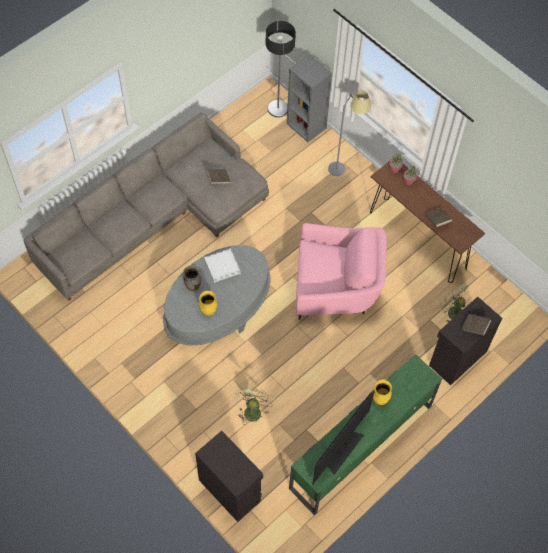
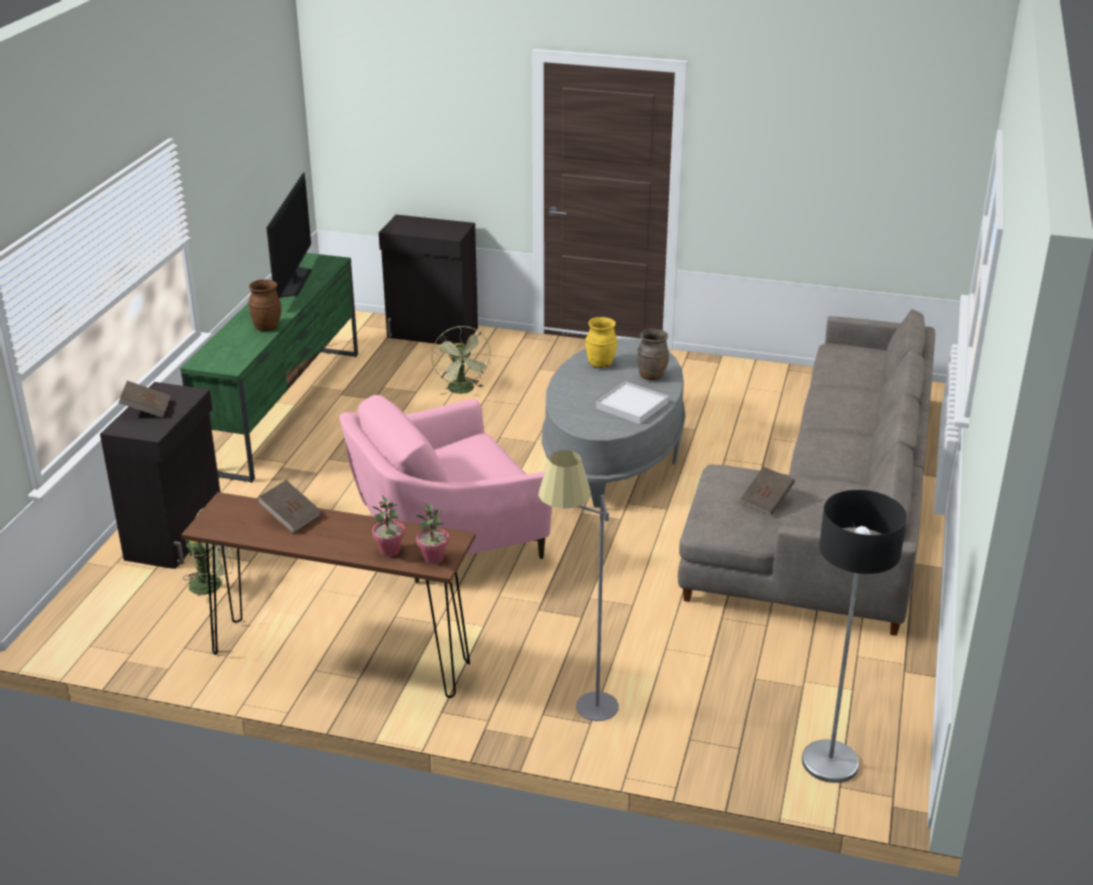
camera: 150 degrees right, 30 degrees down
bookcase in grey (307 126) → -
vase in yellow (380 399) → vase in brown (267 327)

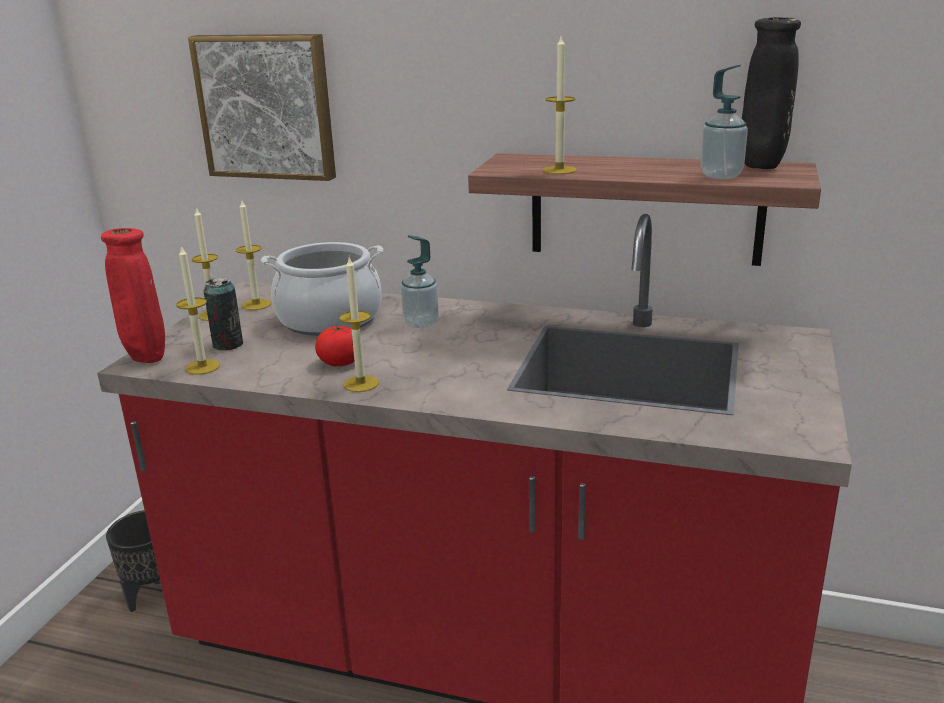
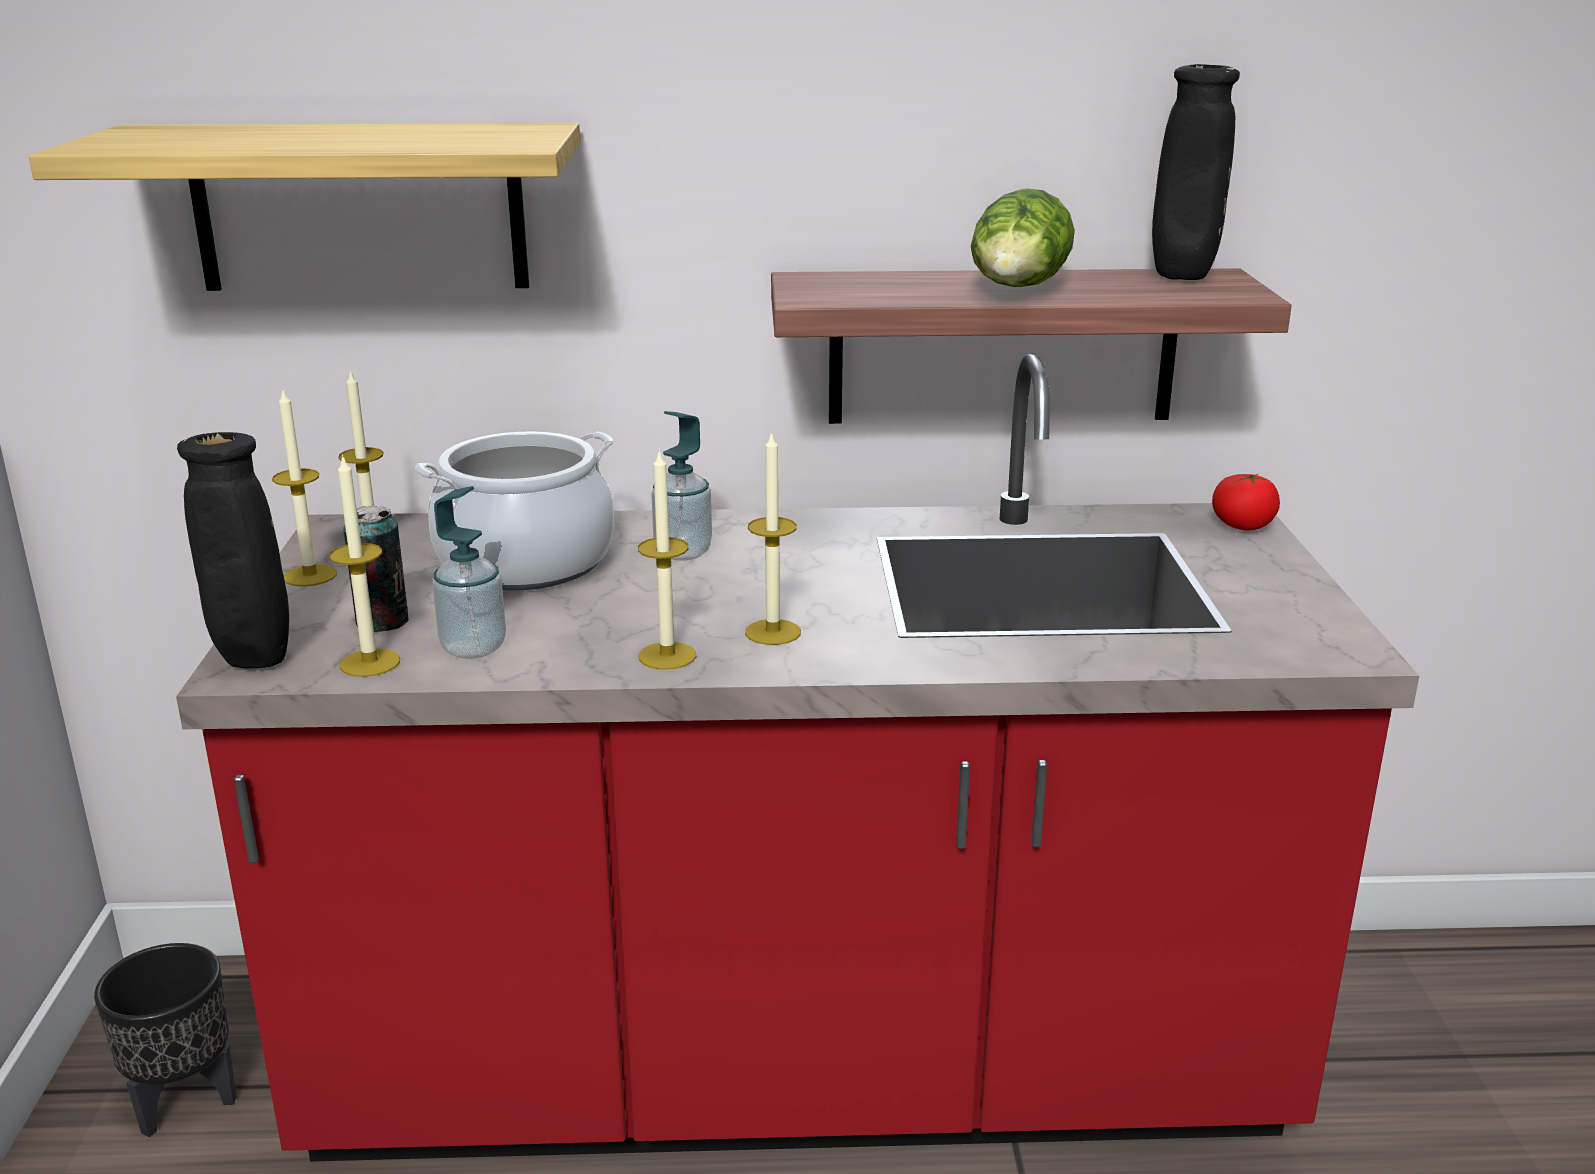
camera: 20 degrees left, 0 degrees up
- → lettuce (1018 291)
tomato (340 362) → tomato (1242 526), moved
candle (559 170) → candle (773 632), moved
soap dispenser (721 175) → soap dispenser (473 648), moved
picture (267 106) → shelf (359 207)
vase in red (147 360) → vase in black (254 664)

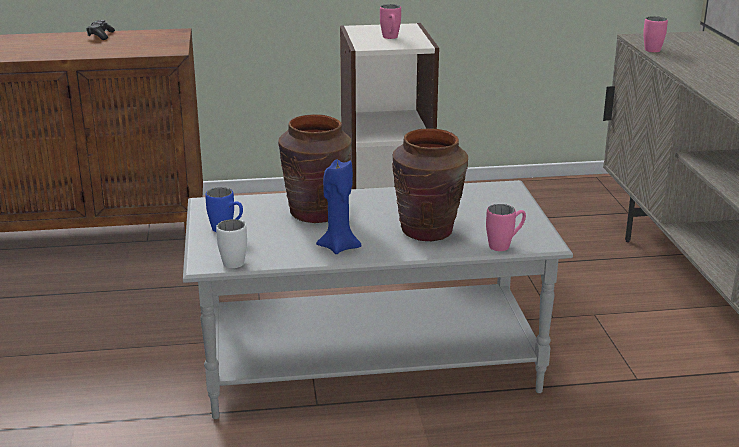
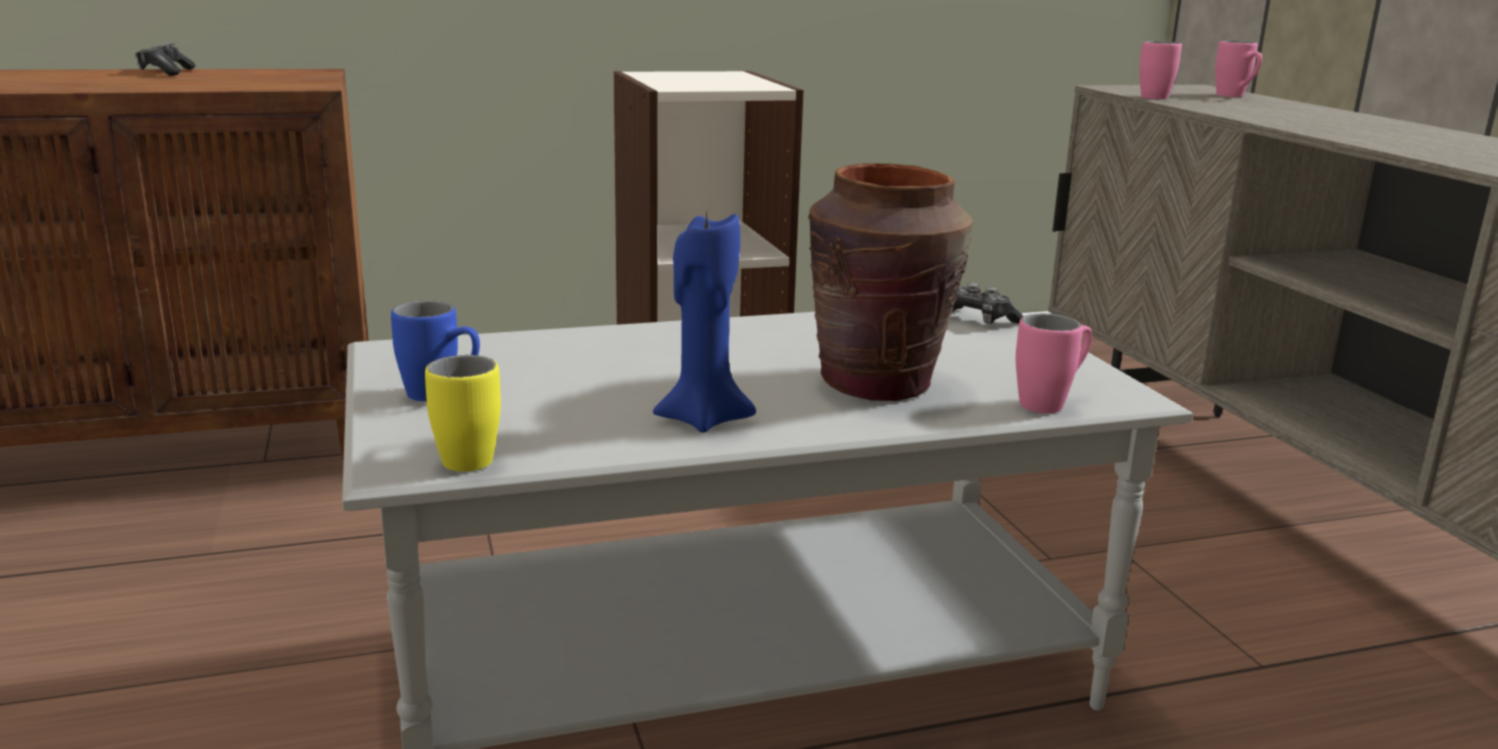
camera: 10 degrees left, 5 degrees down
vase in brown (316 213) → -
- → game controller (976 319)
mug in pink (391 38) → mug in pink (1235 96), moved
mug in white (236 260) → mug in yellow (473 454)

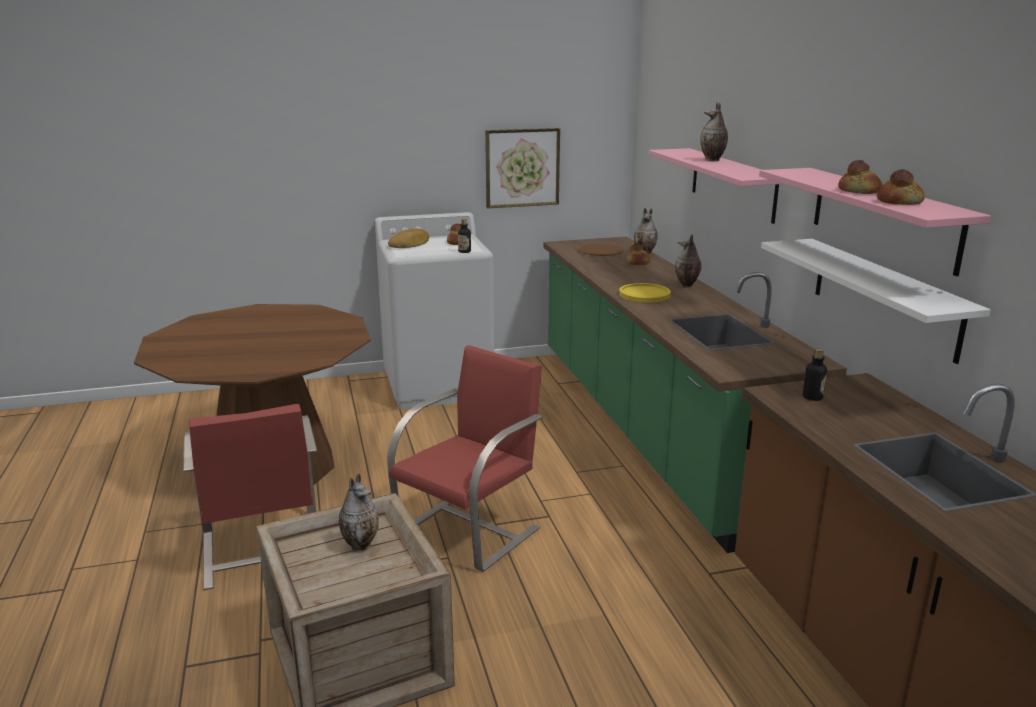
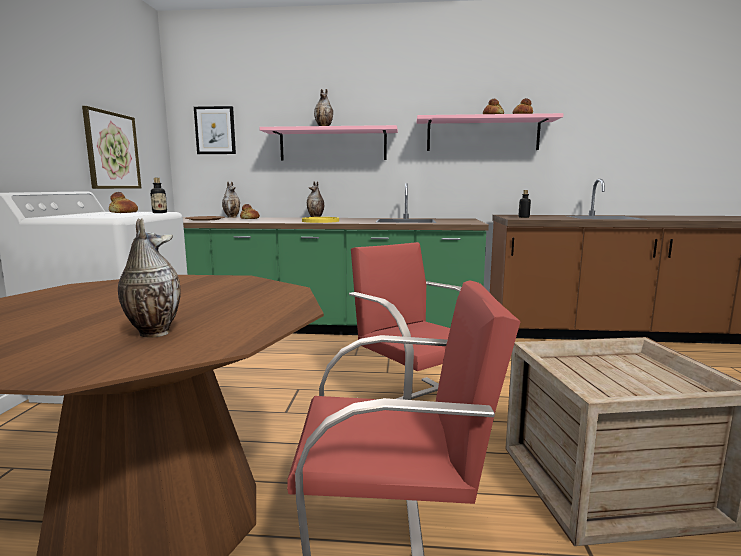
camera: 70 degrees left, 10 degrees down
bread (410 244) → -
shelf in white (884 297) → -
- → picture (215 130)
vase (361 545) → vase (152 332), moved

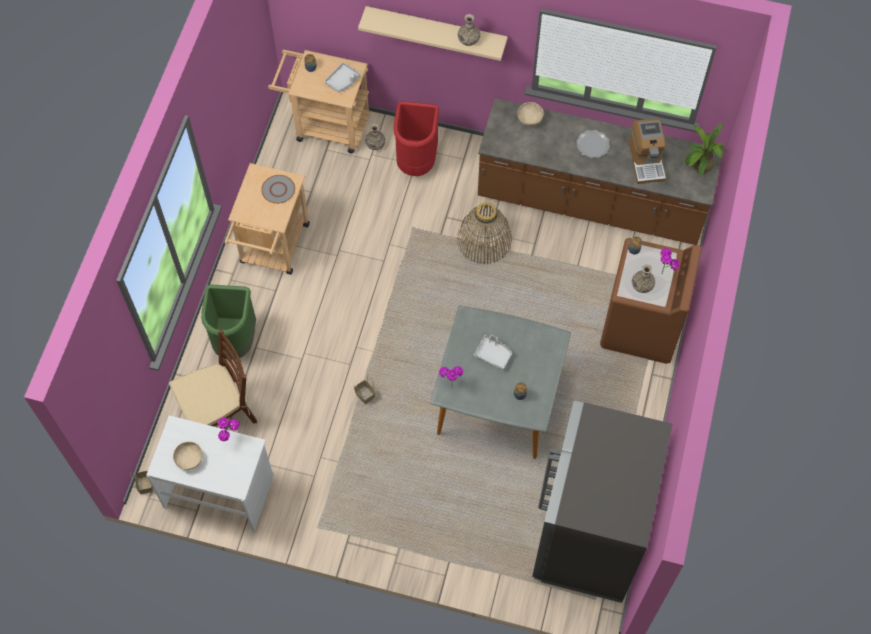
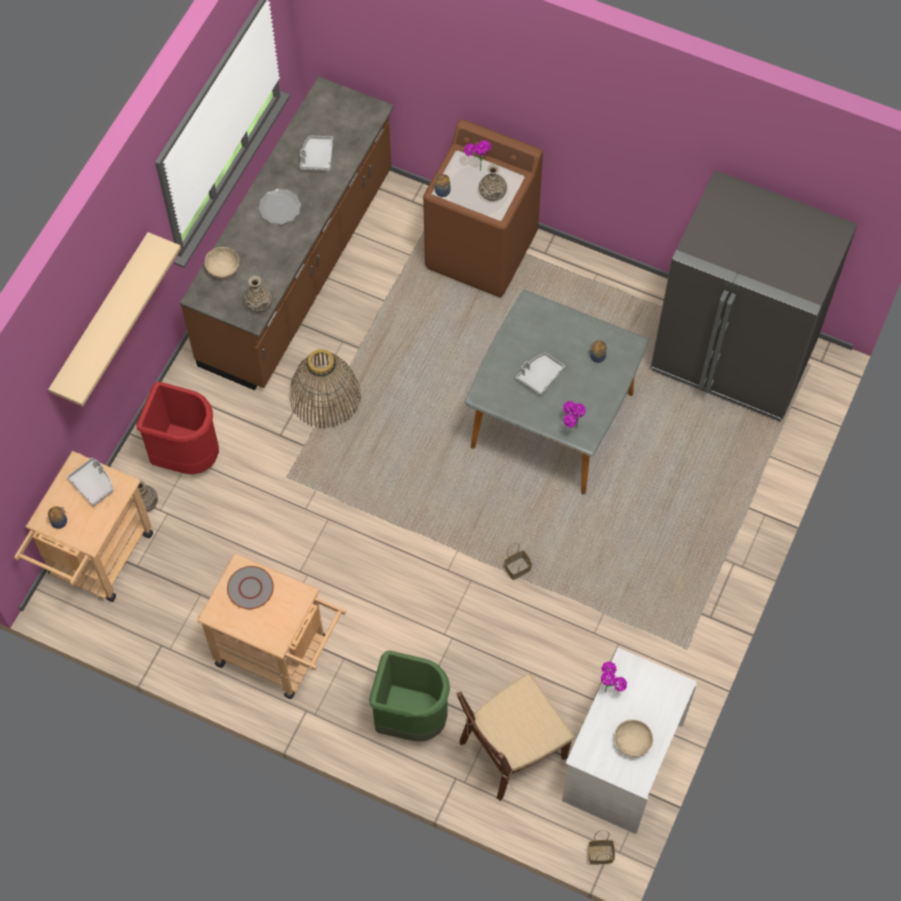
camera: 80 degrees left, 0 degrees up
potted plant (699 167) → -
vase (468 39) → vase (258 304), moved
coffee machine (646 161) → tray in grey (316 157)
chair in brown (219 412) → chair in brown (511 750), 105 degrees counterclockwise

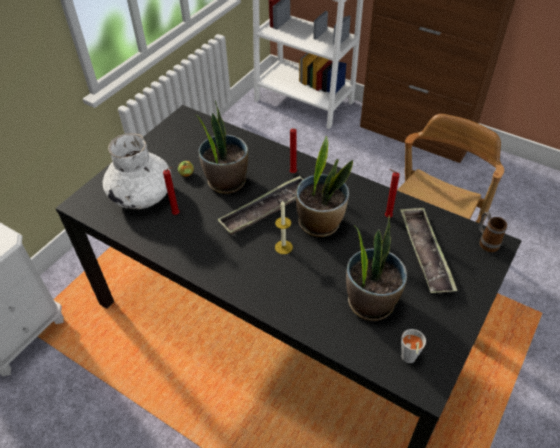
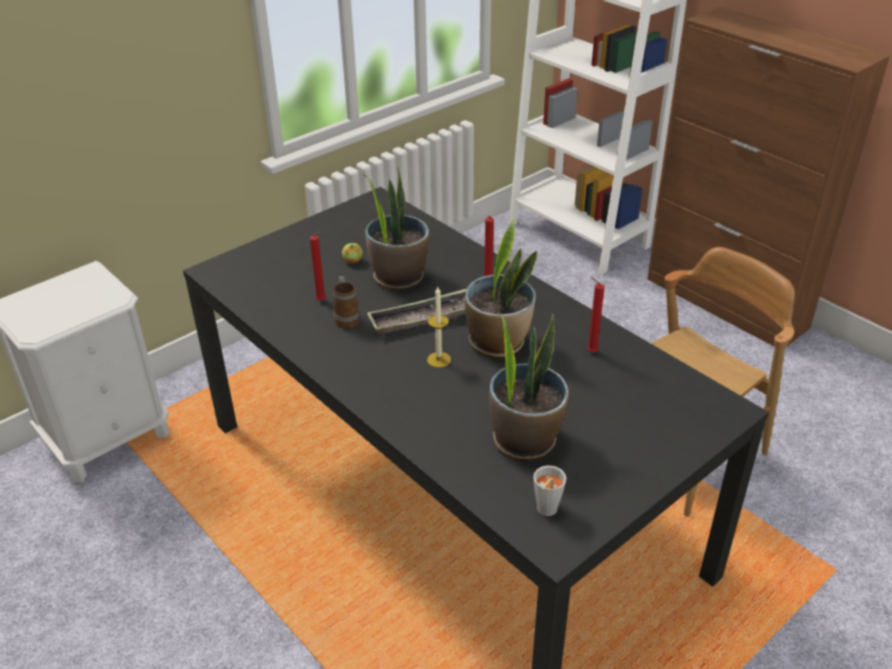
camera: 15 degrees right, 10 degrees down
vase in white (142 195) → -
tray (425 253) → -
mug (486 242) → mug (346 318), moved

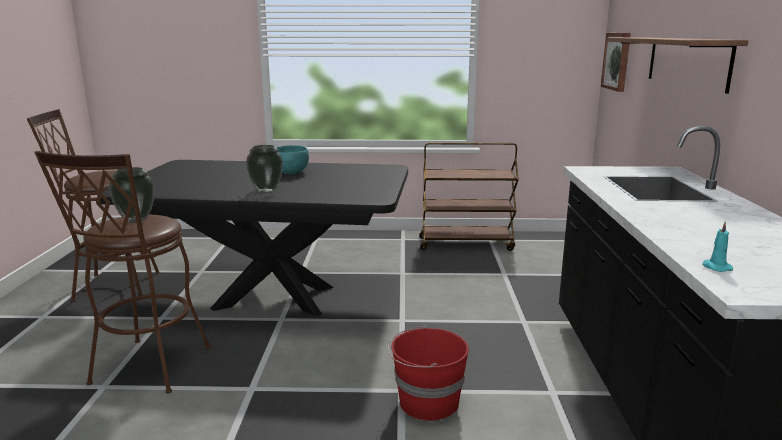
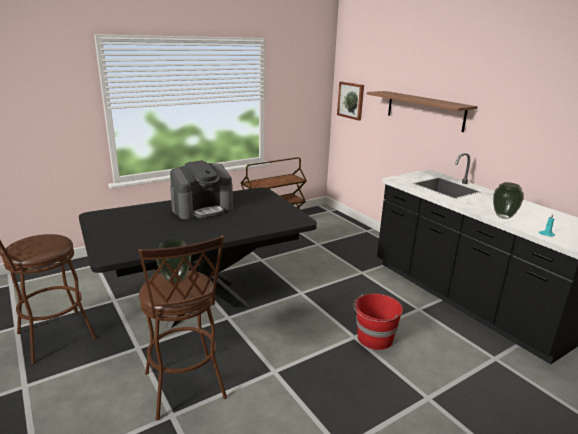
camera: 35 degrees left, 5 degrees up
vase (267 191) → vase (503 216), moved
bowl in turquoise (290 172) → coffee machine (202 208)

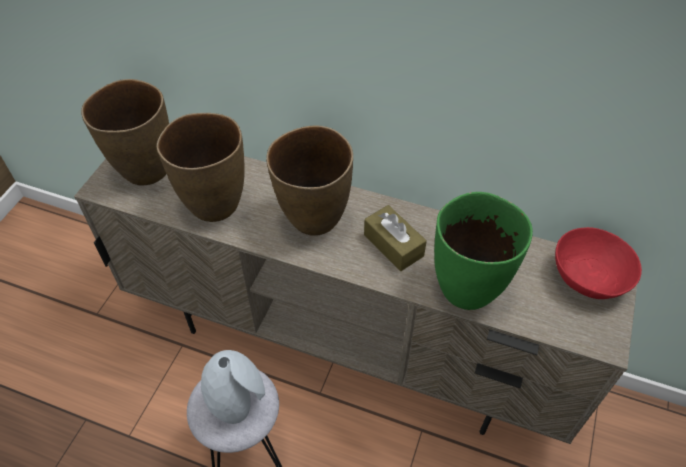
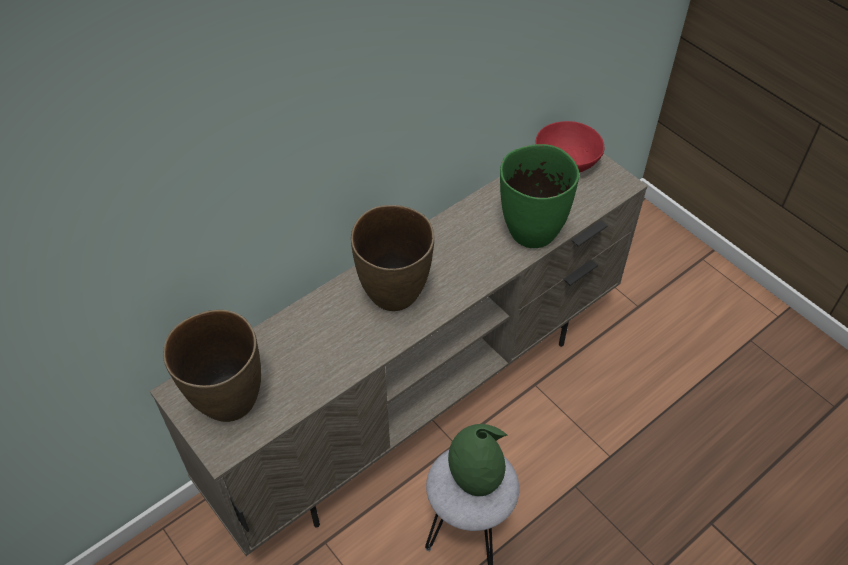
camera: 60 degrees left, 0 degrees up
vase in brown (214 204) → -
tissue box in brown (393 245) → -
vase in grey (238 402) → vase in green (476 476)

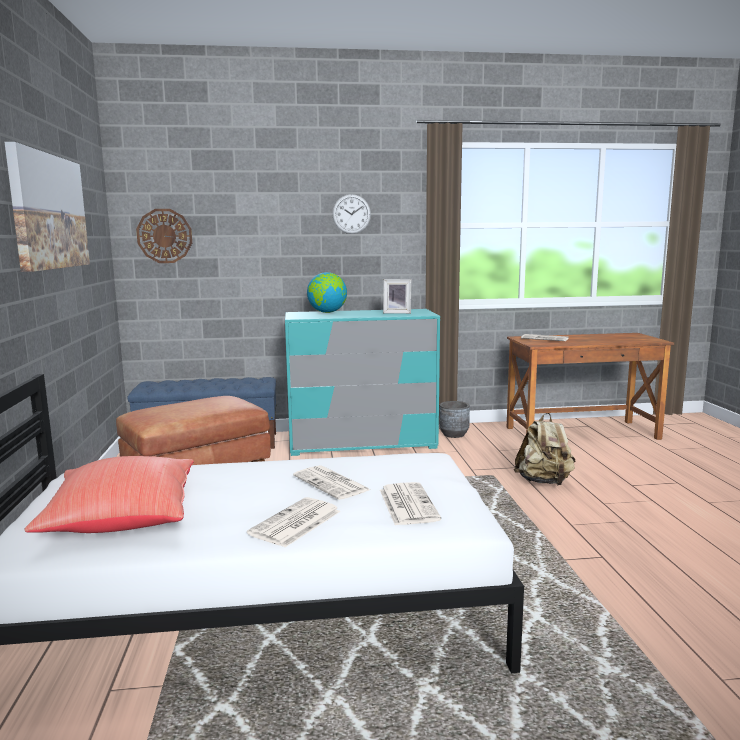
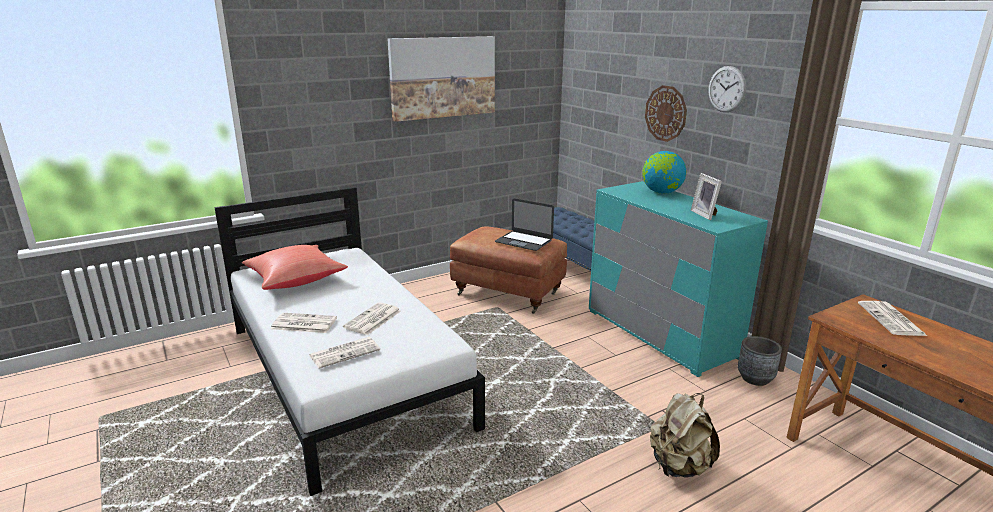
camera: 65 degrees right, 10 degrees up
- → laptop (524 241)
wall clock (164 236) → wall clock (665 113), moved

